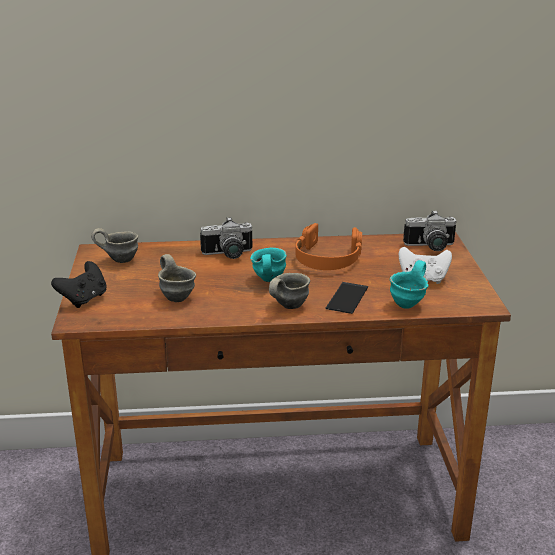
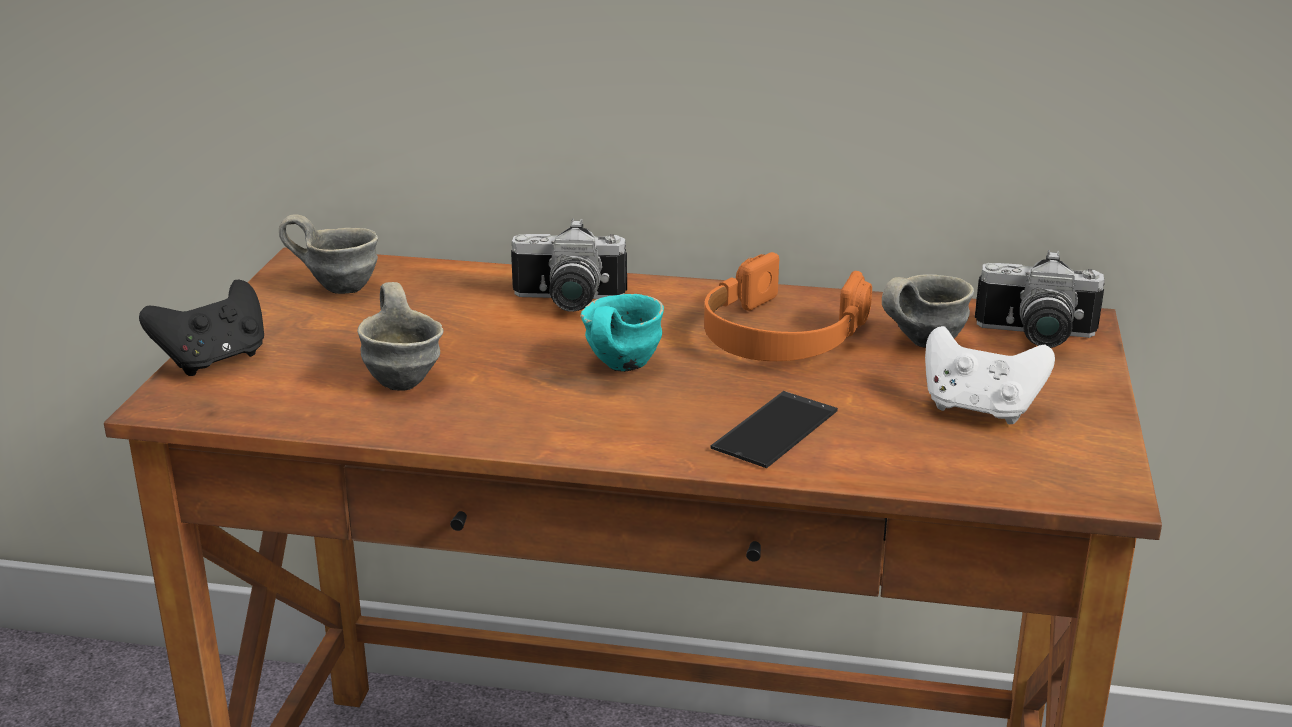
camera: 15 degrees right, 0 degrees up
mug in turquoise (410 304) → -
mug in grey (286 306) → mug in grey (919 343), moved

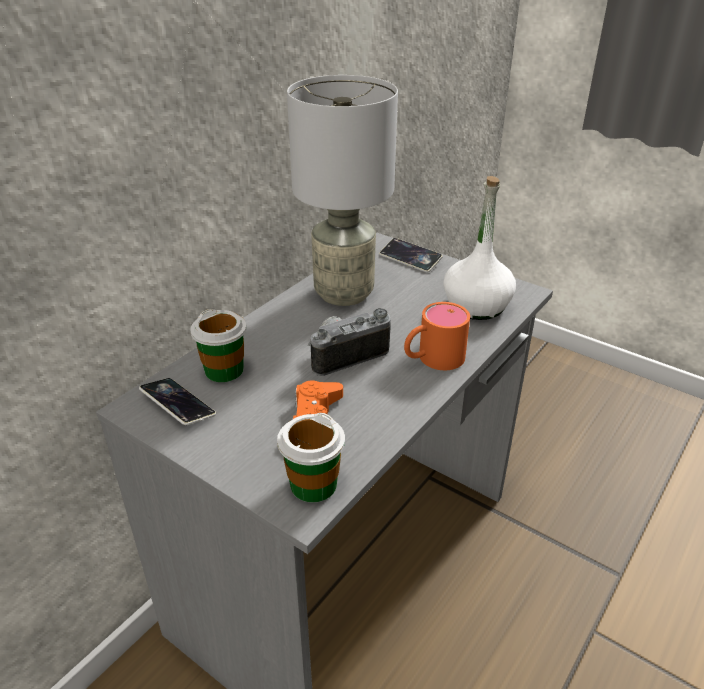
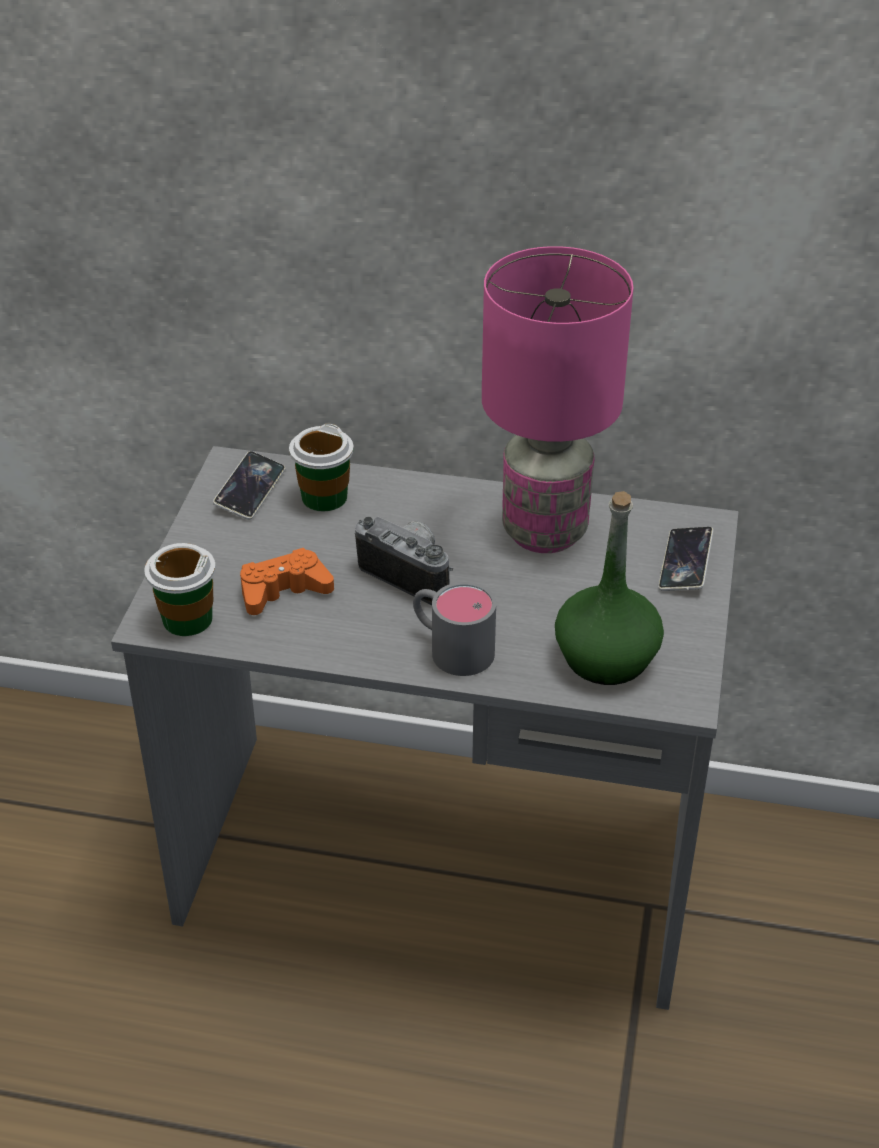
camera: 65 degrees right, 5 degrees up
table lamp in grey (345 293) → table lamp in pink (545 533)
mug in orange (432 359) → mug in grey (451 647)
bottle in white (477 306) → bottle in green (606 658)

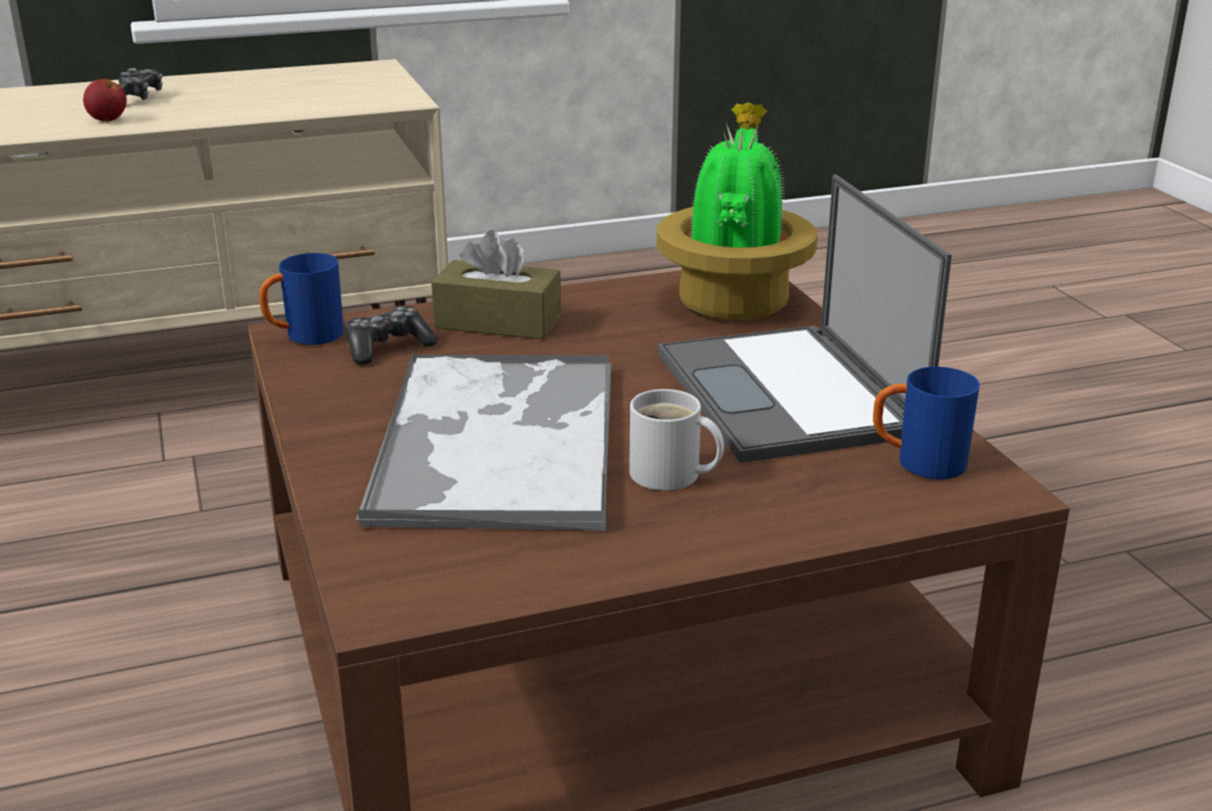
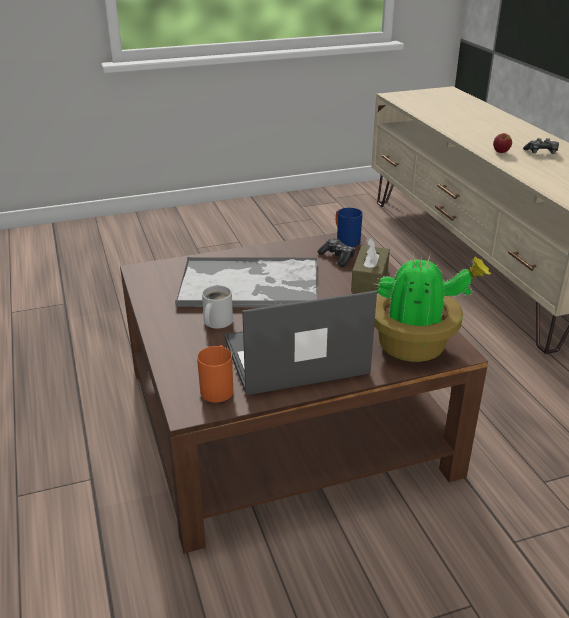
camera: 90 degrees right, 5 degrees up
mug in blue (918 463) → mug in orange (218 388)

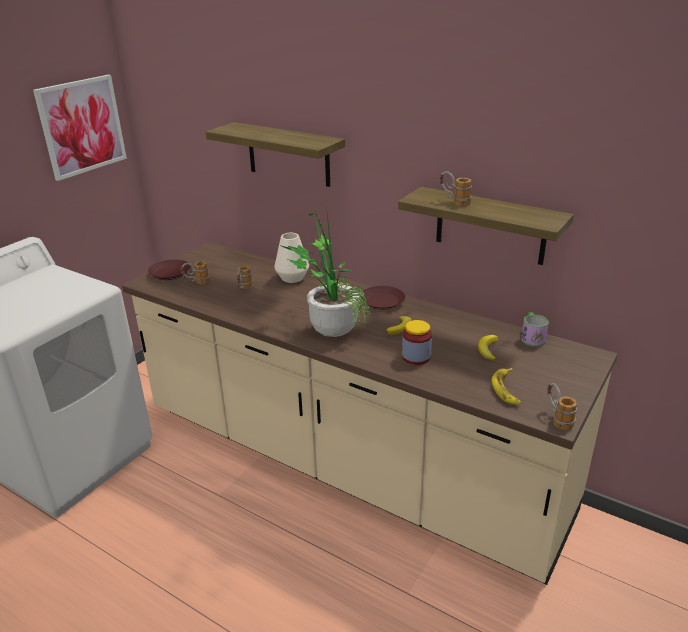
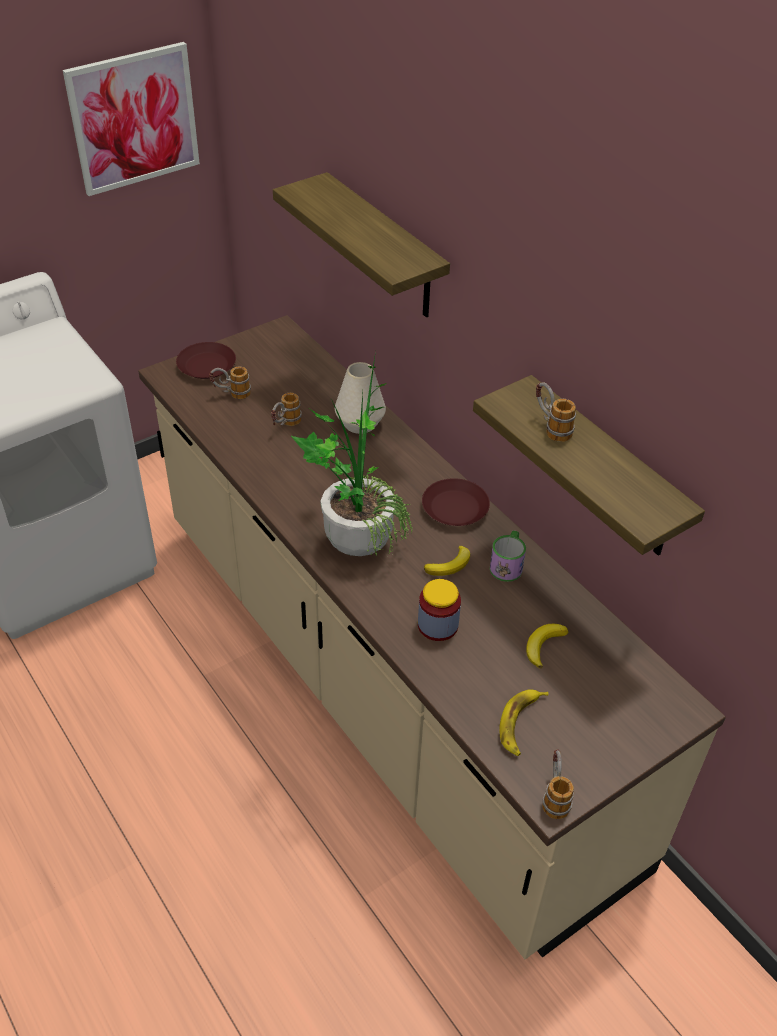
camera: 20 degrees right, 15 degrees up
mug (531 337) → mug (507 564), moved

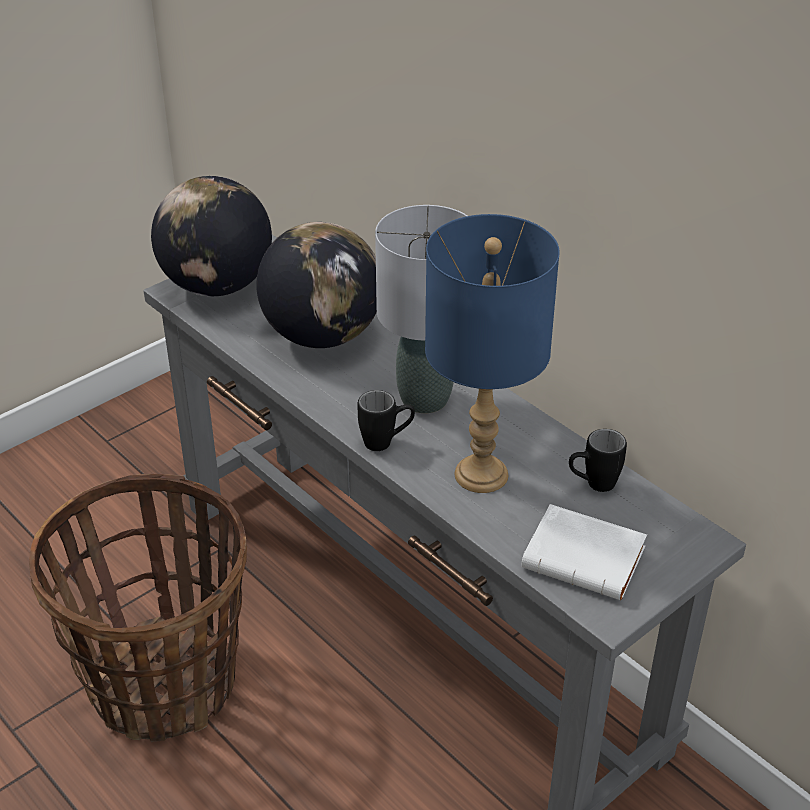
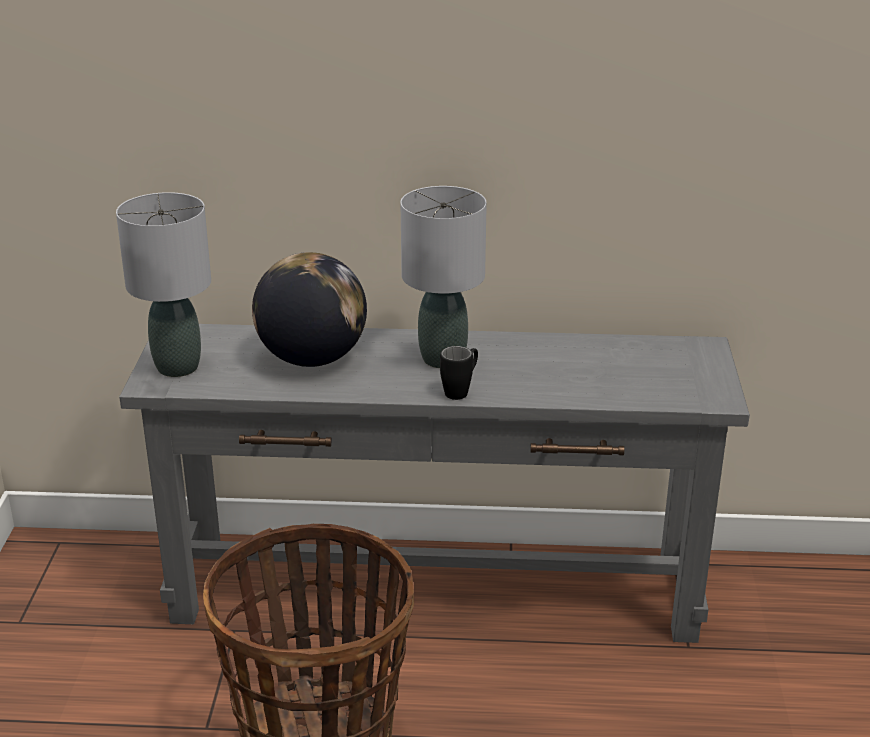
camera: 45 degrees left, 10 degrees down
table lamp in blue (482 474) → -
book in white (587 559) → -
mug in black (592 485) → -
globe (217 285) → table lamp in grey (177 367)

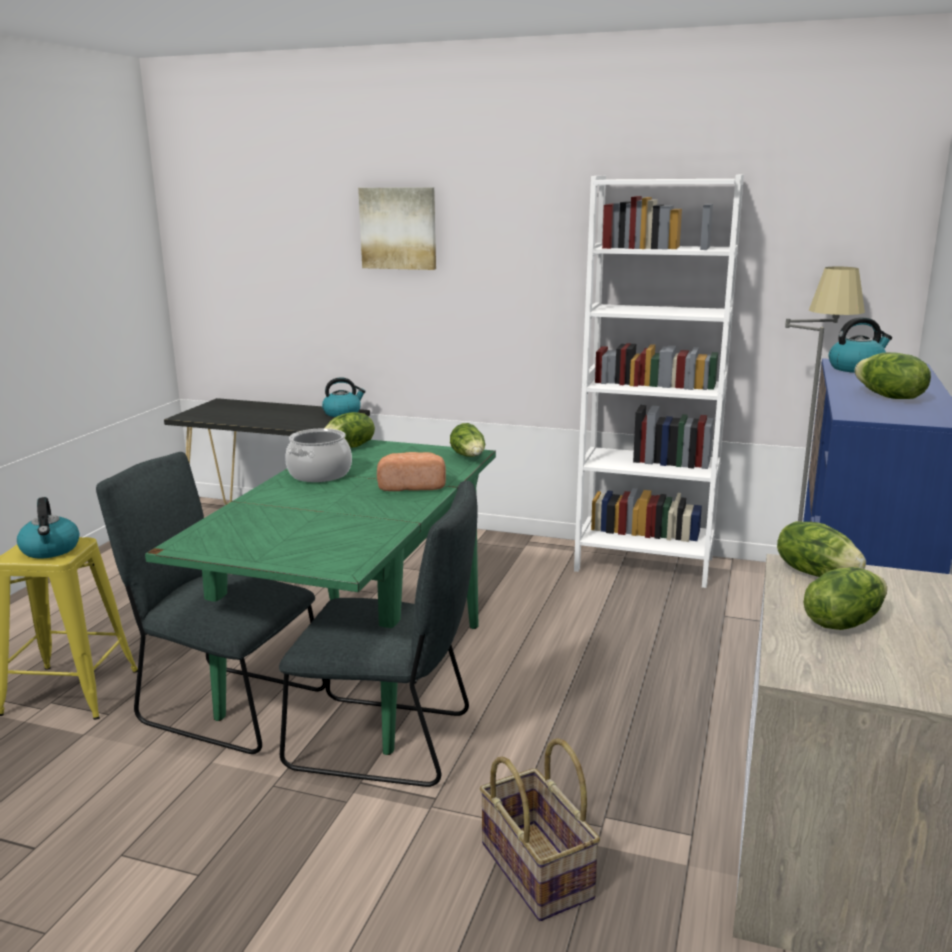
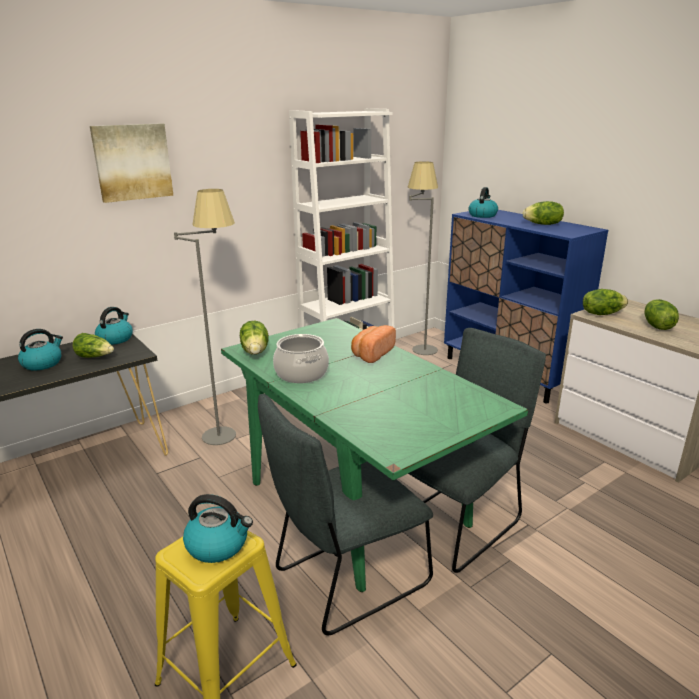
camera: 55 degrees left, 5 degrees up
basket (538 870) → -
- → kettle (42 363)
- → floor lamp in grey (225 428)
lettuce (469 457) → lettuce (95 357), moved

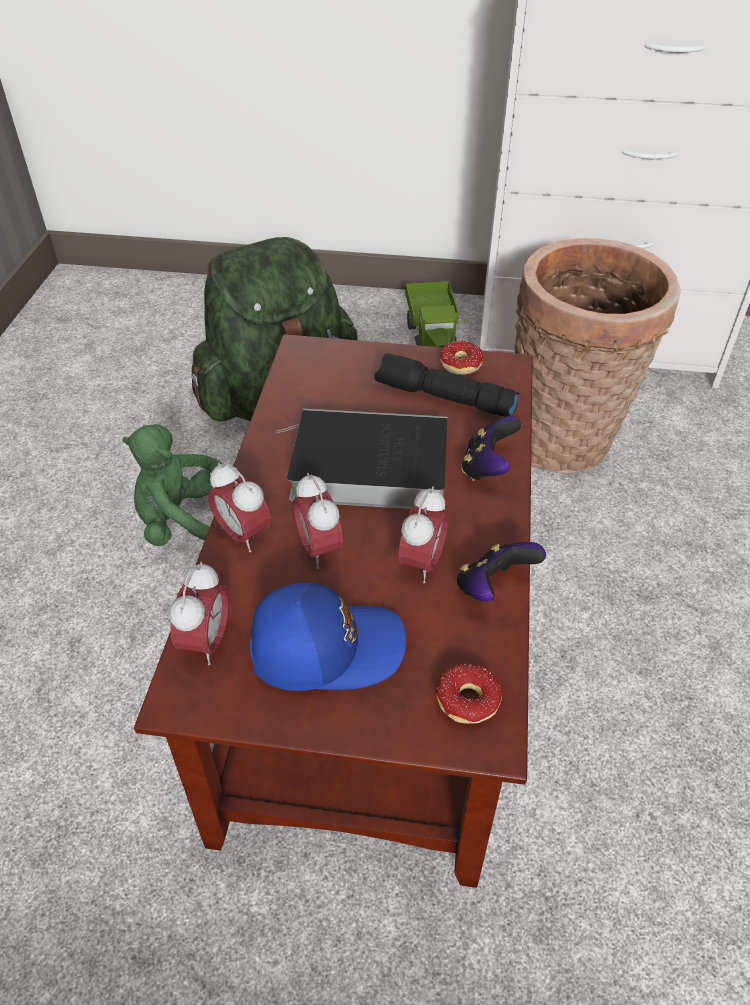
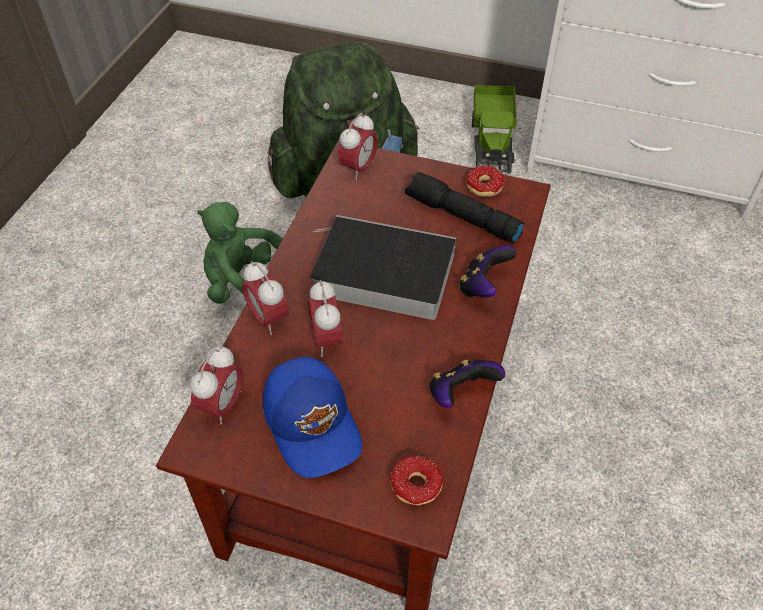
camera: 10 degrees right, 5 degrees up
basket (565 441) → -
alarm clock (421 563) → alarm clock (358 169), moved
cap in blue (325 646) → cap in blue (313 422), 60 degrees clockwise

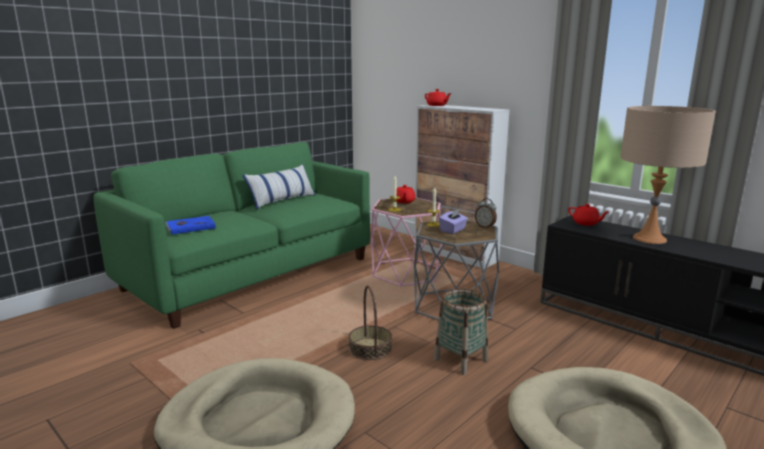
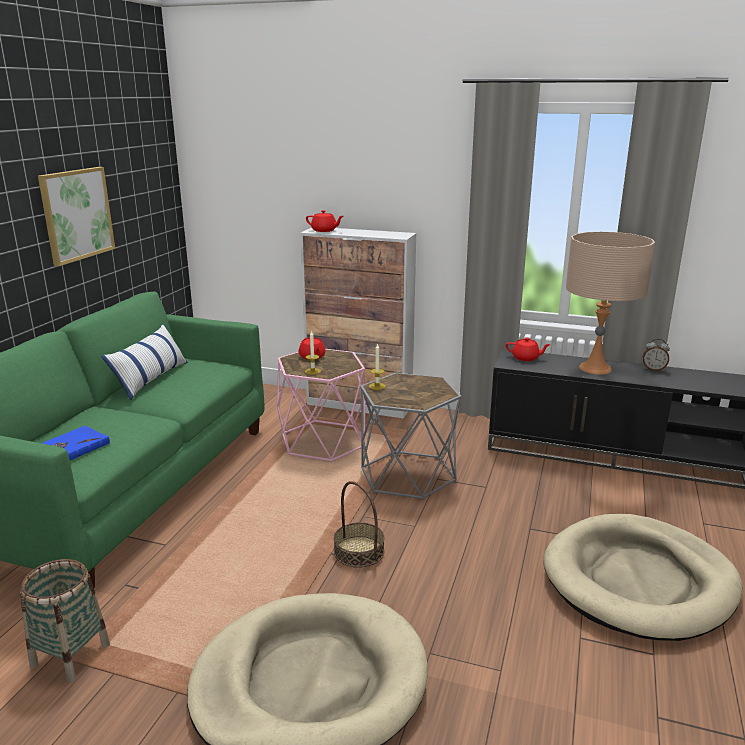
camera: 25 degrees left, 5 degrees up
tissue box in purple (453 230) → -
- → picture (76 214)
basket (461 360) → basket (71 655), moved
alarm clock (485 227) → alarm clock (653 369), moved

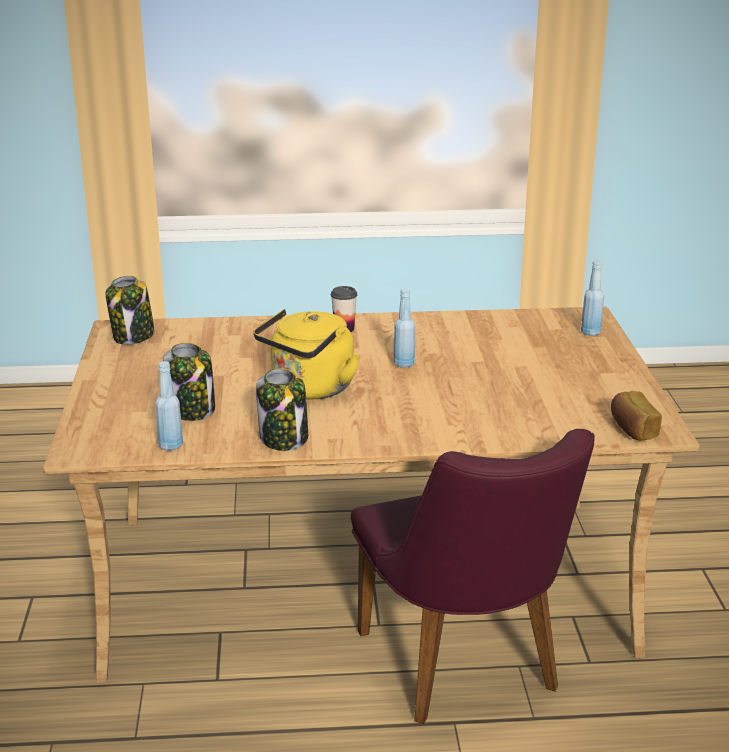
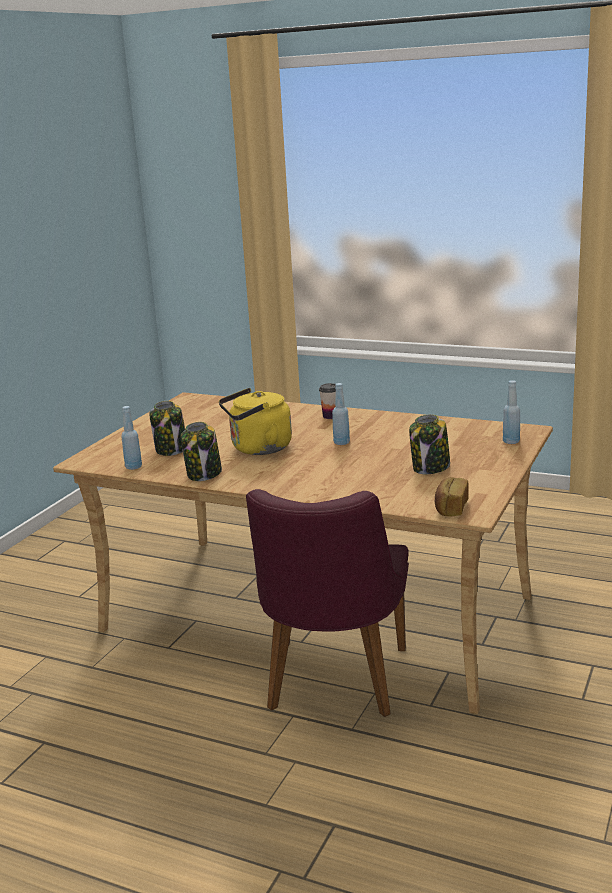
camera: 30 degrees right, 5 degrees down
jar (133 336) → jar (430 468), moved

